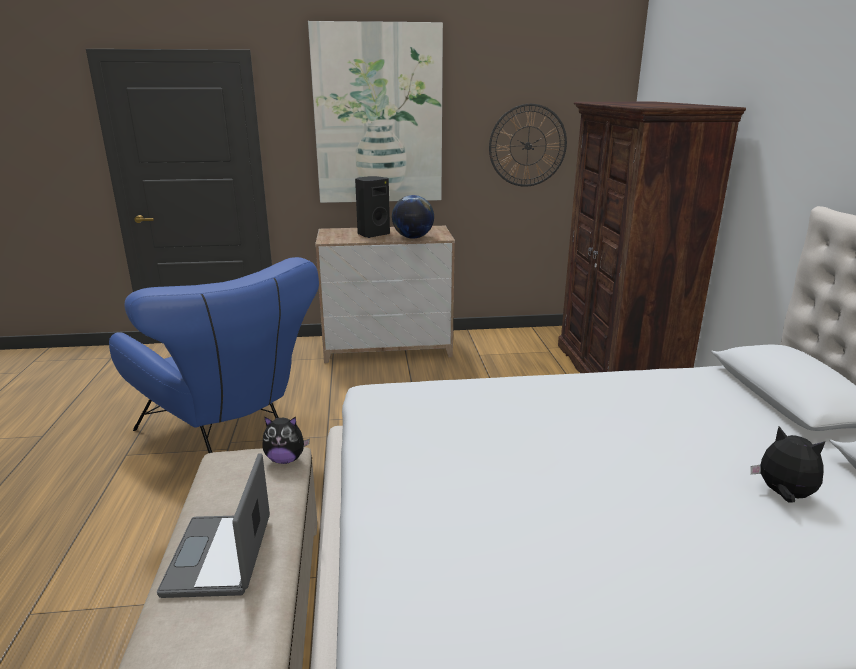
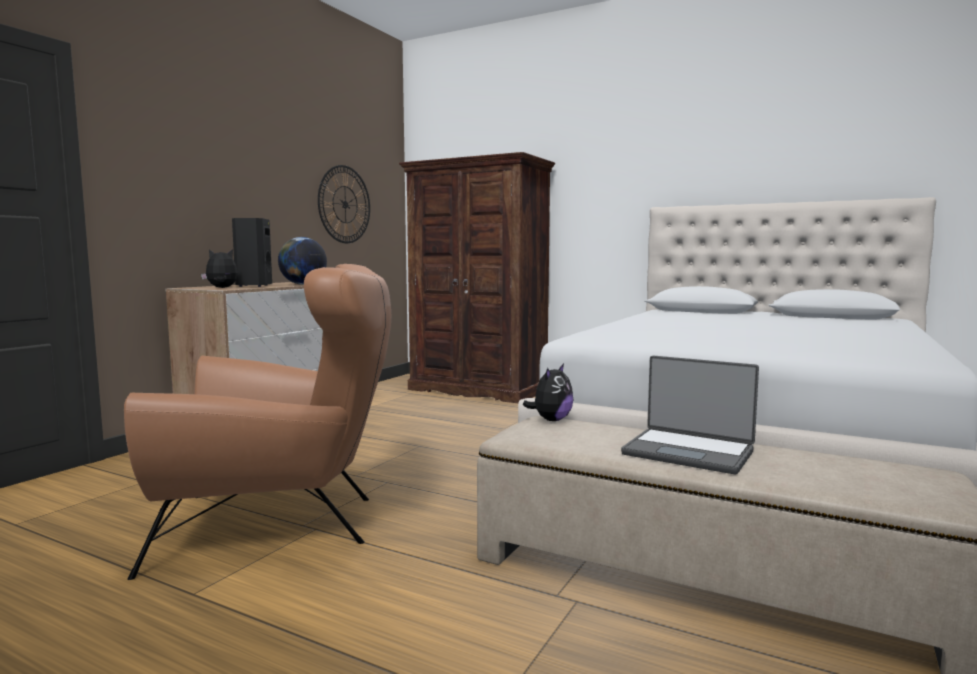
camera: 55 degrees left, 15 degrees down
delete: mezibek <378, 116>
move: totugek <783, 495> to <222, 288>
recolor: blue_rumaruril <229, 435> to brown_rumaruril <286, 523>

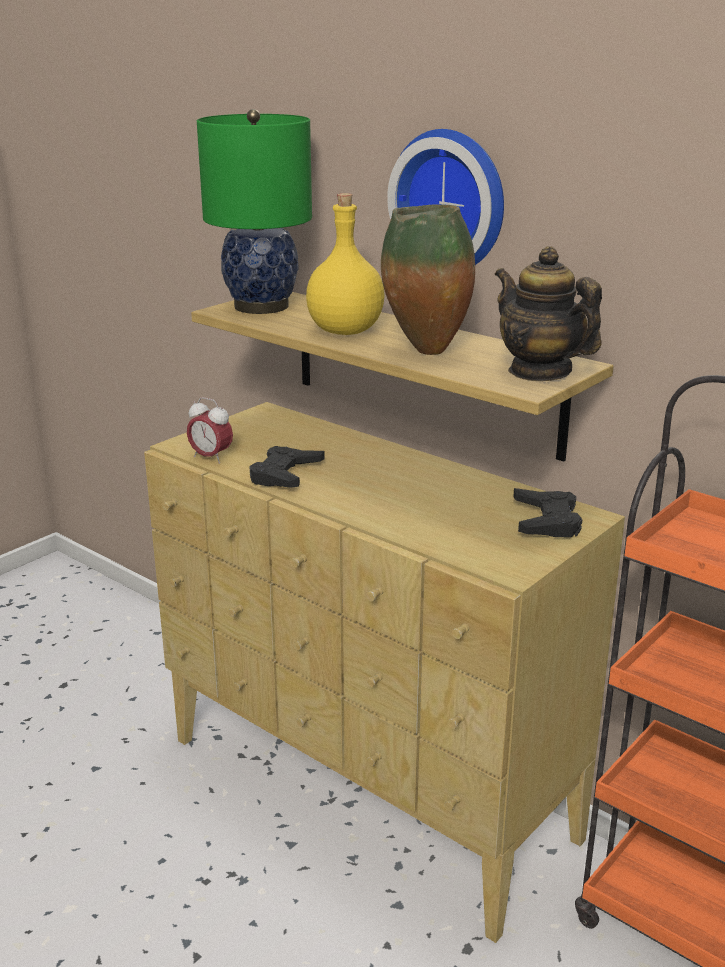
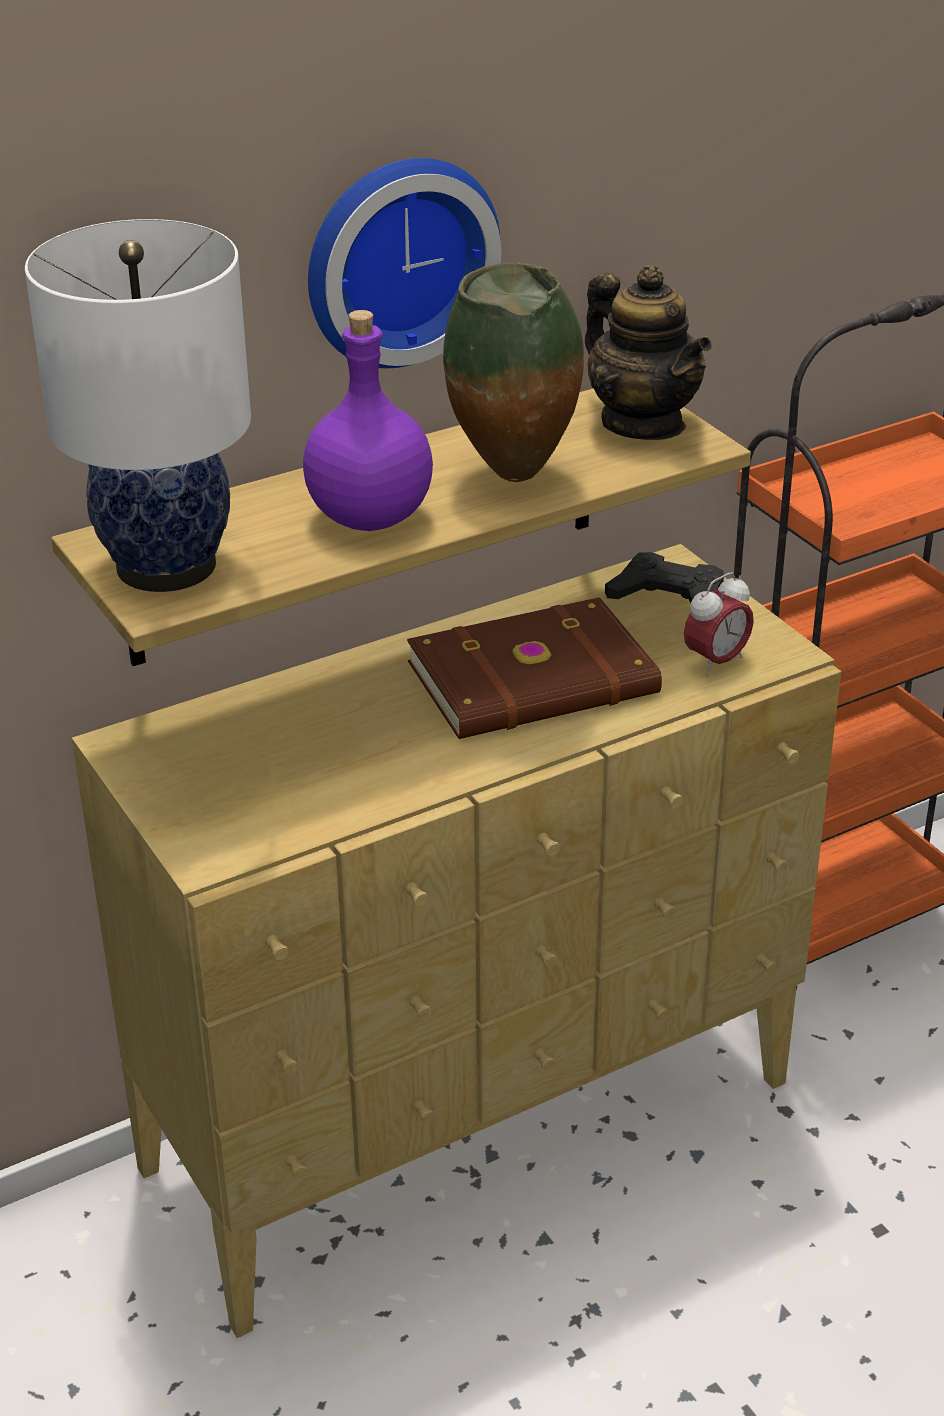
camera: 70 degrees left, 10 degrees up
delete: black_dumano <285, 474>
insert: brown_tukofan <535, 681>
move: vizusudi <211, 458> to <716, 662>
recolor: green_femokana <260, 306> to white_femokana <165, 566>; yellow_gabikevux <346, 331> to purple_gabikevux <369, 516>
rotate: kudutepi <540, 372> = <643, 423> 105 degrees counterclockwise

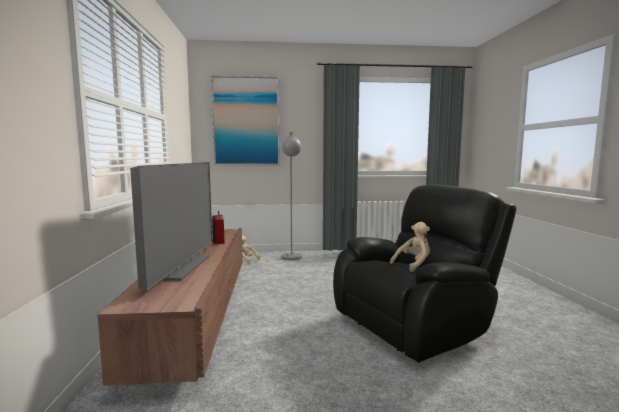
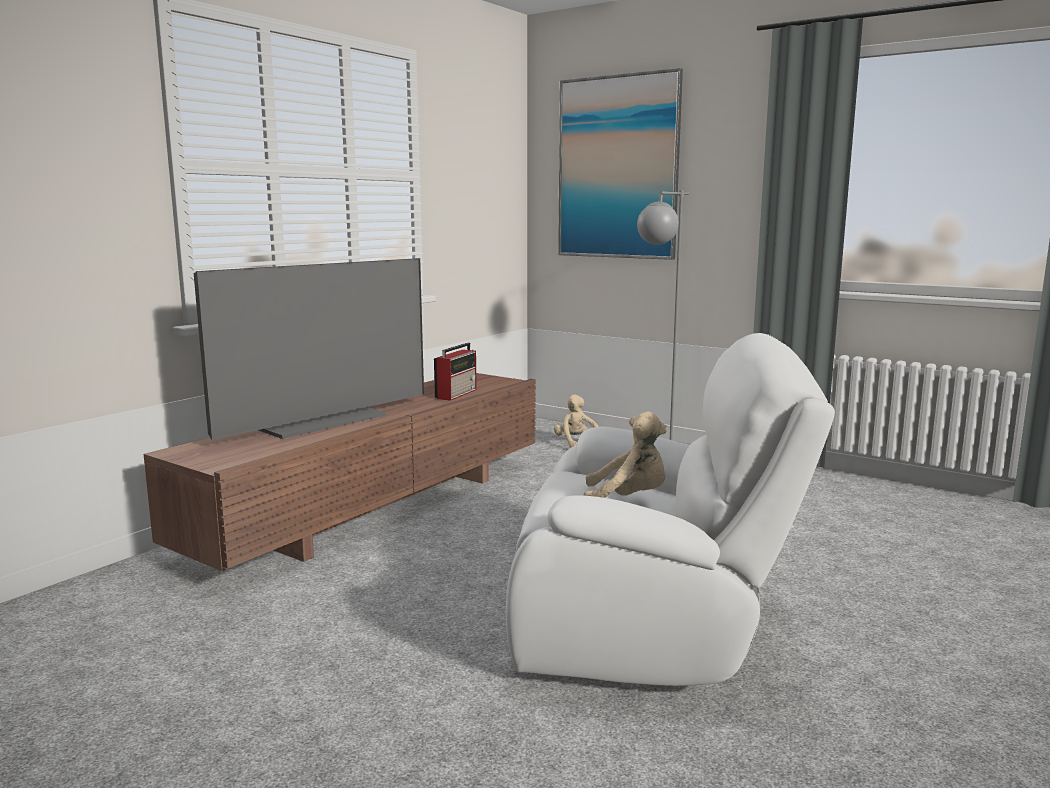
camera: 40 degrees right, 5 degrees up
recolor: black_rumaruril <414, 324> to white_rumaruril <653, 627>

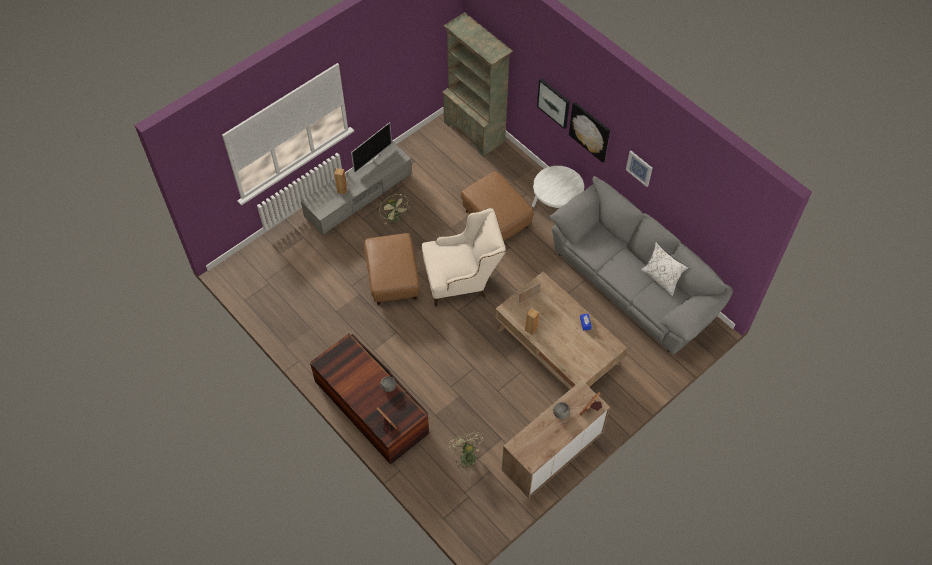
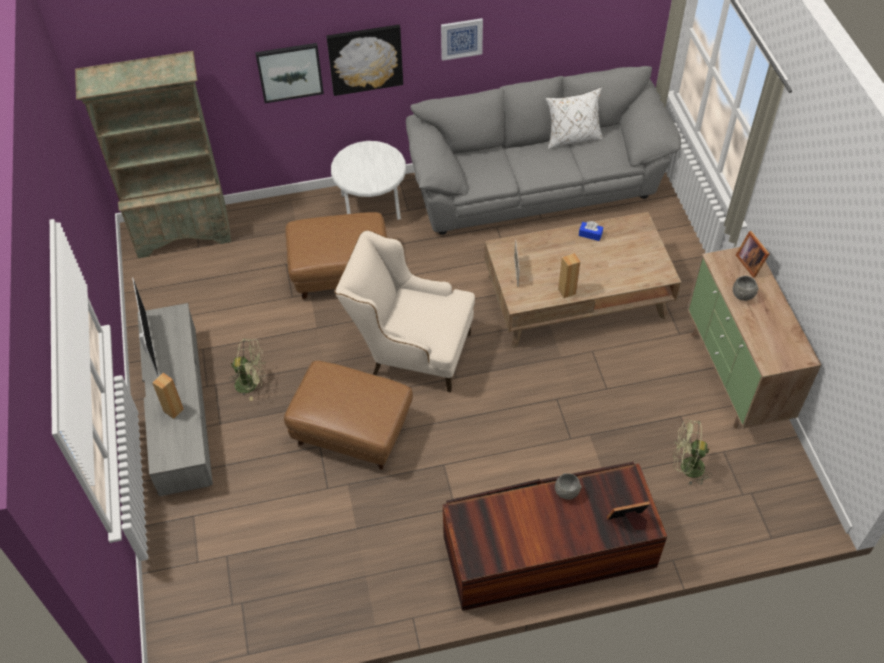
camera: 60 degrees left, 5 degrees down
rotate: beige_rumaruril <462, 280> = <411, 350> 90 degrees counterclockwise

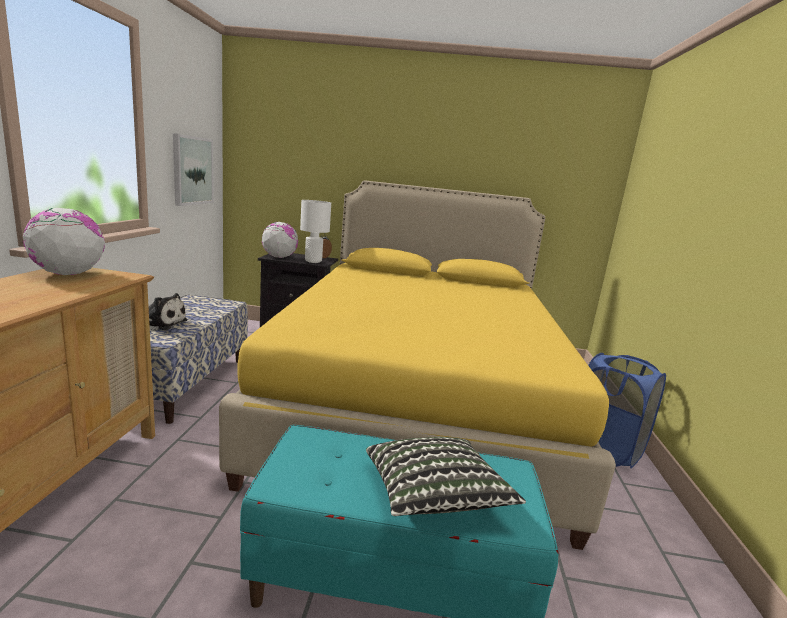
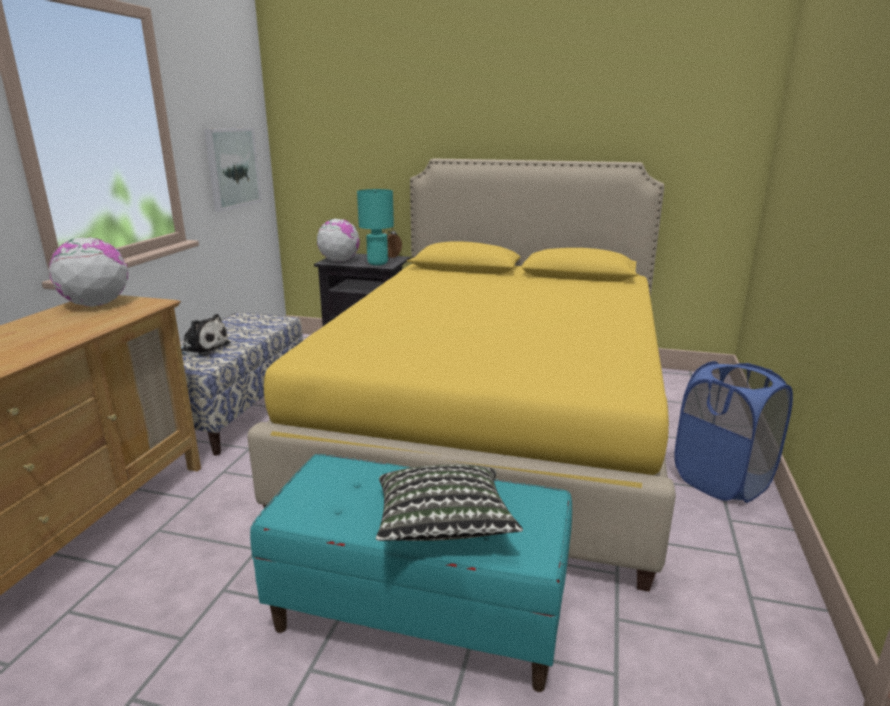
camera: 10 degrees right, 5 degrees up
recolor: white_femokana <313, 262> to turquoise_femokana <378, 264>

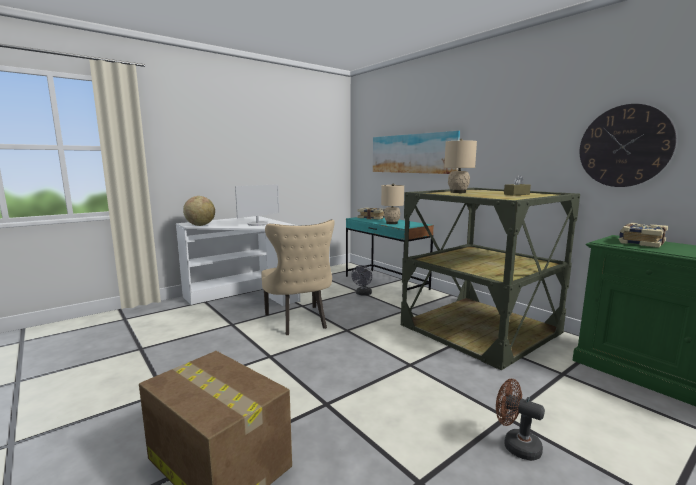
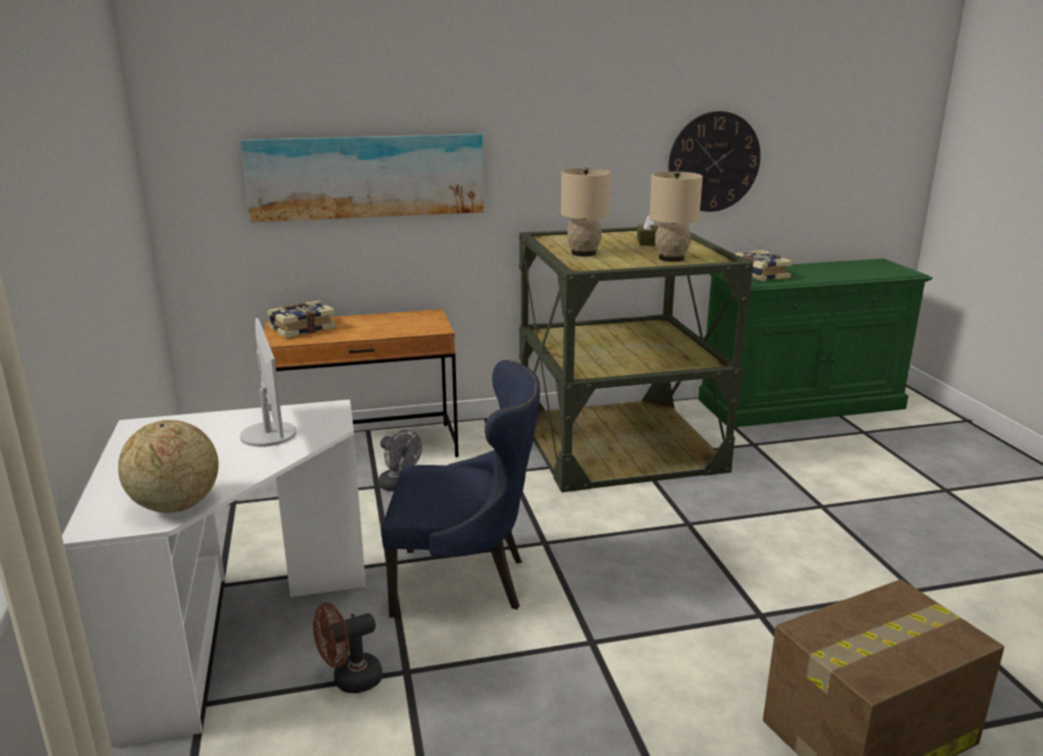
camera: 65 degrees left, 10 degrees up
move: beige_femokana <391, 223> to <671, 258>; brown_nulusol <515, 445> to <350, 680>
recolor: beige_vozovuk <299, 321> to blue_vozovuk <465, 582>; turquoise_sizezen <386, 283> to brown_sizezen <367, 449>

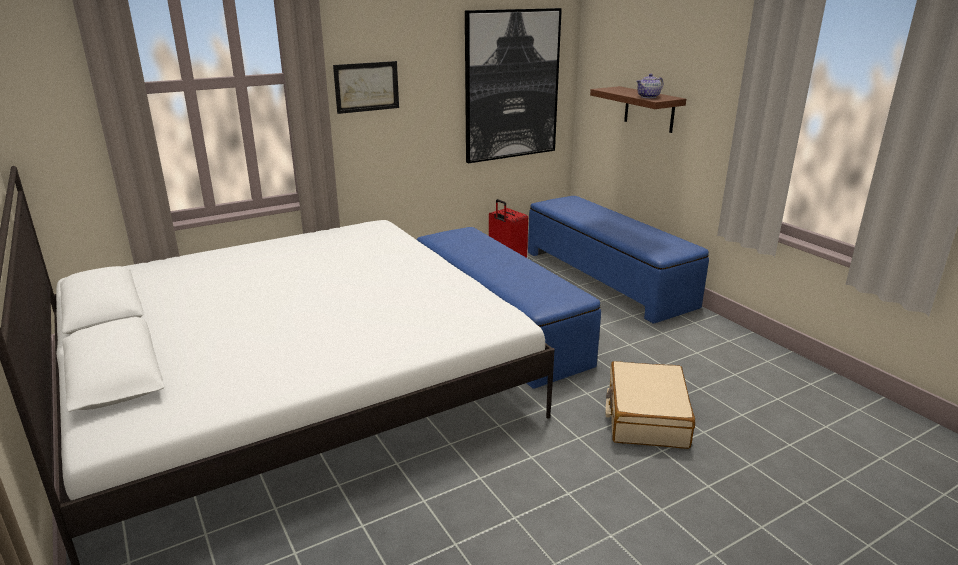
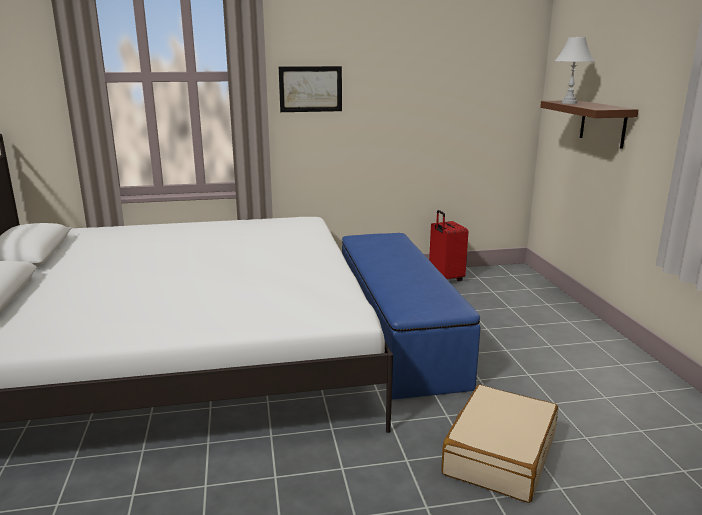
camera: 20 degrees right, 5 degrees down
delete: mezibek <511, 85>; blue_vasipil <607, 278>; kudutepi <648, 97>
insert: white_femokana <569, 103>

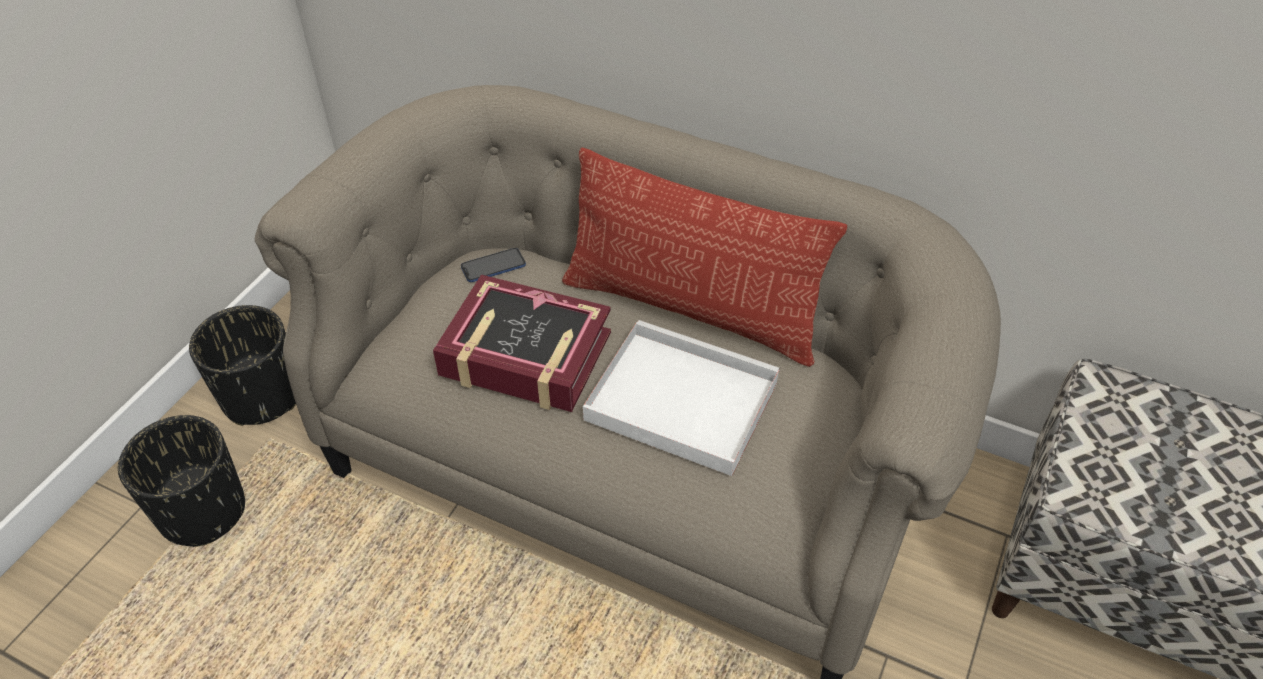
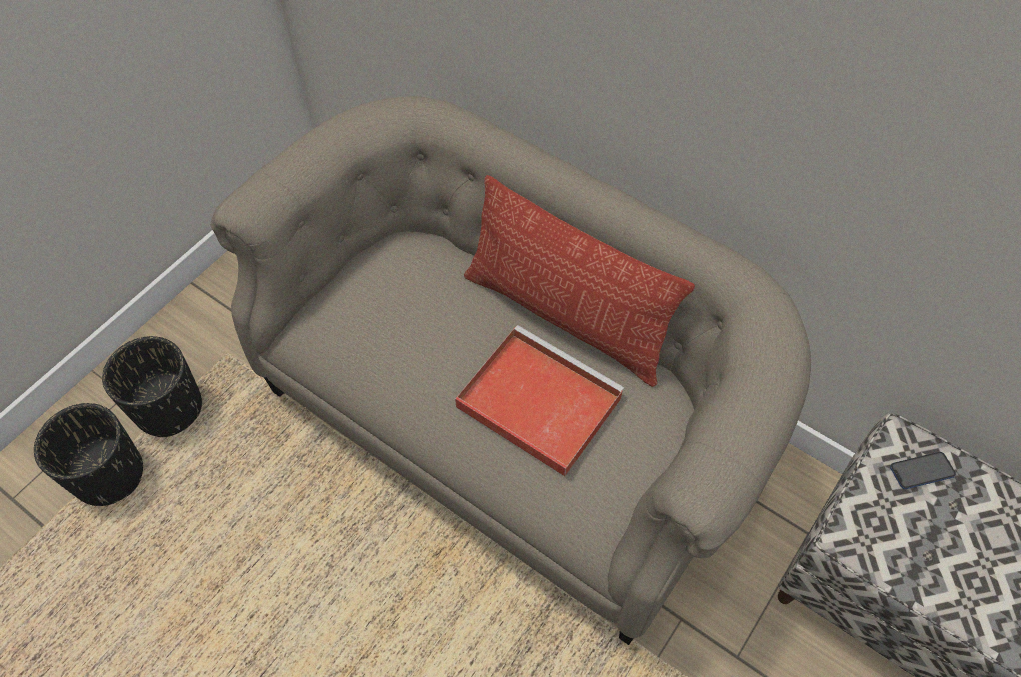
camera: 10 degrees right, 10 degrees up
delete: tukofan <525, 355>
move: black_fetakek <262, 396> to <110, 474>; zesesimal <493, 266> to <921, 471>
recolor: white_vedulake <677, 401> to red_vedulake <536, 401>

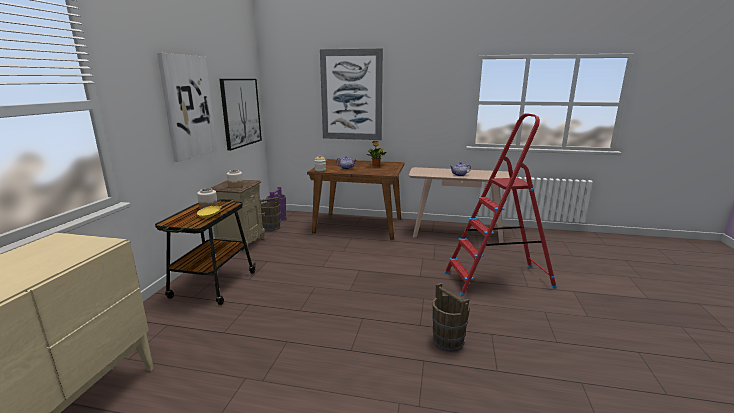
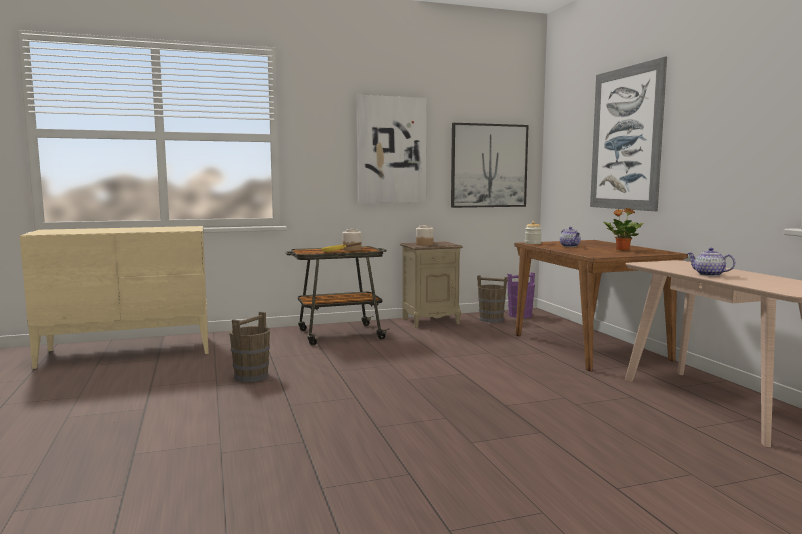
camera: 60 degrees right, 10 degrees down
delete: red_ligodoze <497, 280>
move: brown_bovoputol <448, 341> to <251, 376>

